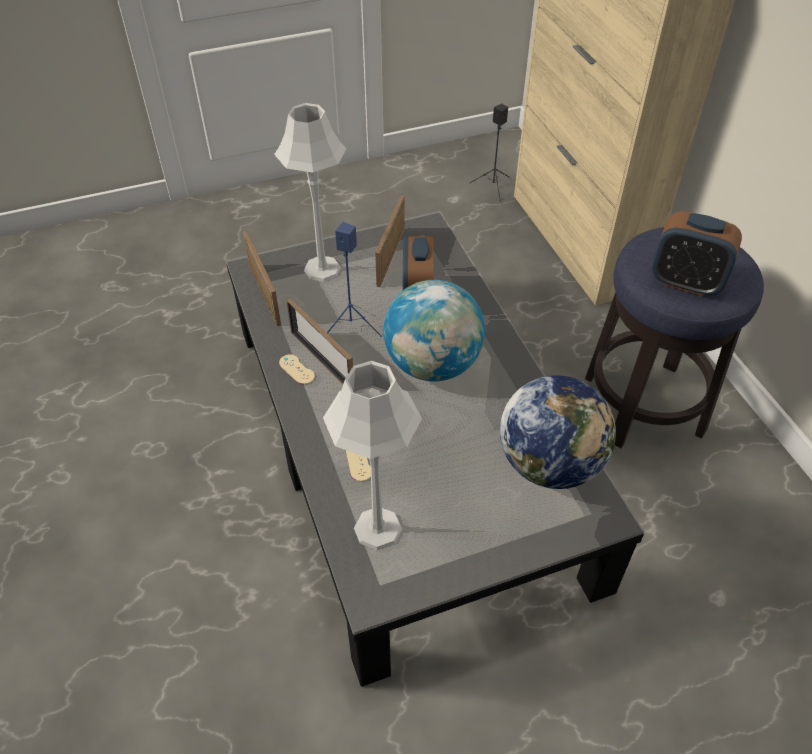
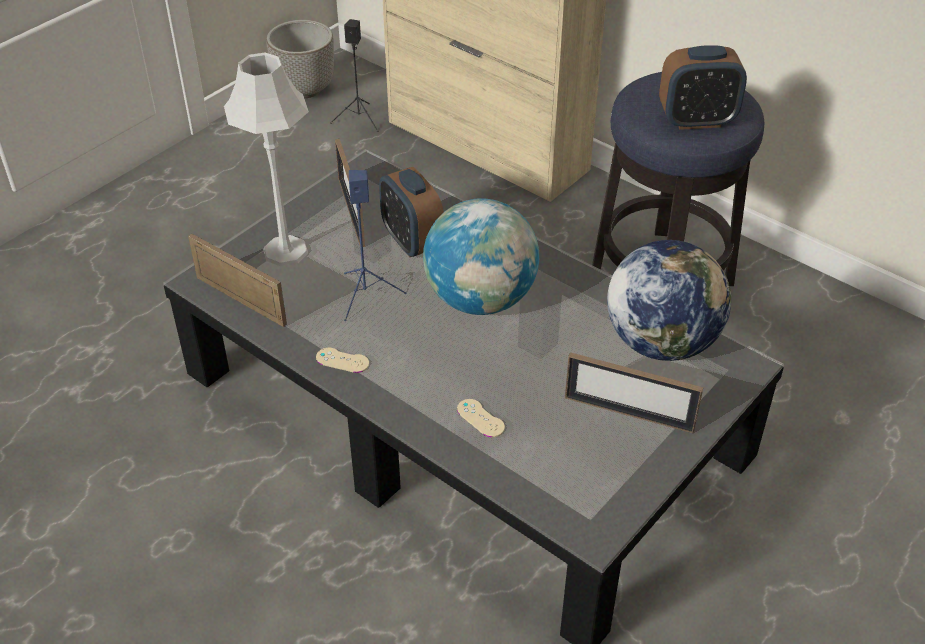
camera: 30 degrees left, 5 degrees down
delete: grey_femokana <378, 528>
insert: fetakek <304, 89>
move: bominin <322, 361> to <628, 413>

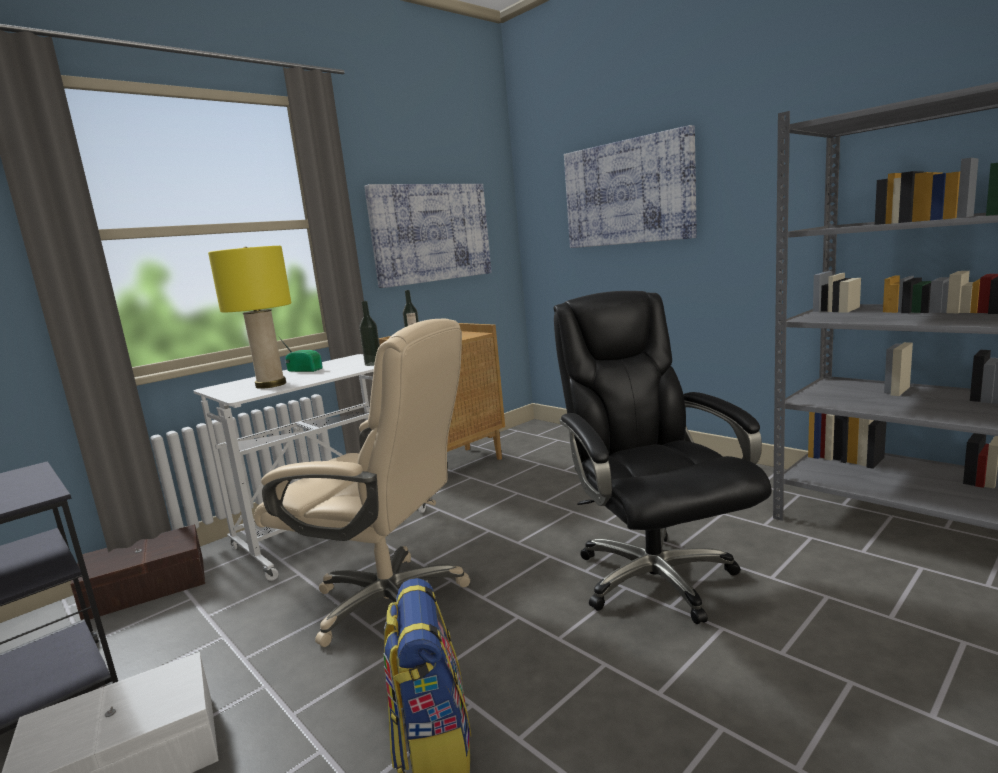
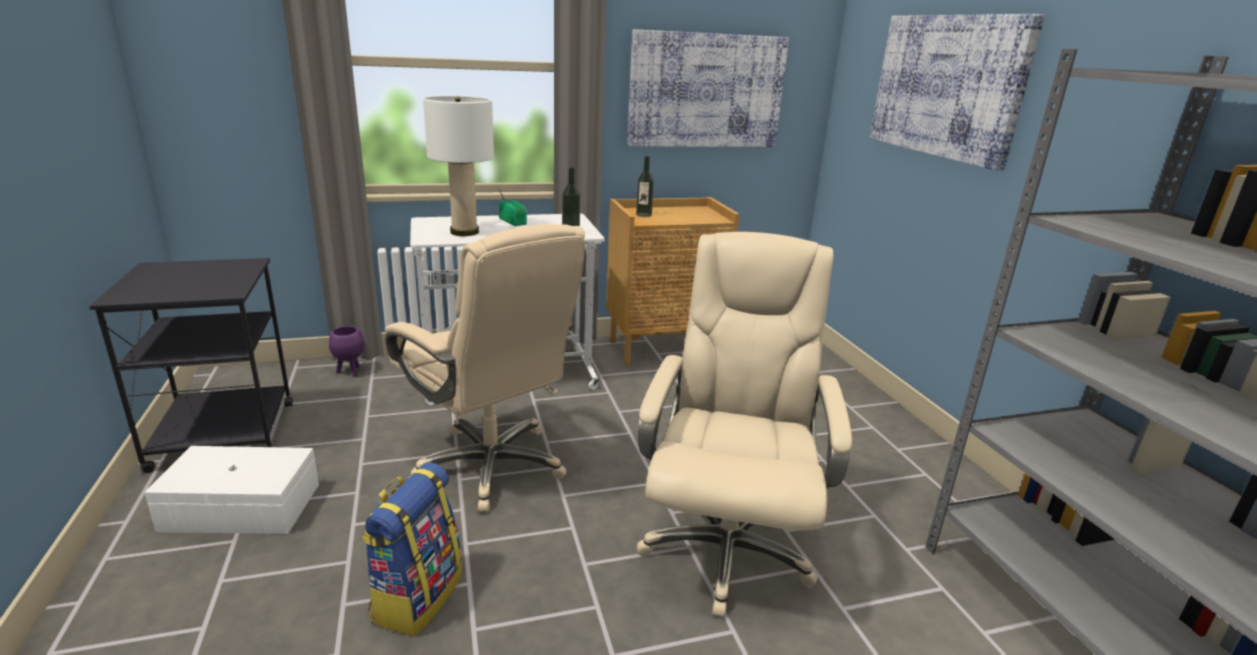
camera: 25 degrees right, 10 degrees up
replace: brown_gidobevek <146, 586> to purple_fetakek <350, 372>
recolor: yellow_femokana <271, 384> to white_femokana <465, 232>; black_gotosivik <656, 579> to beige_gotosivik <726, 553>

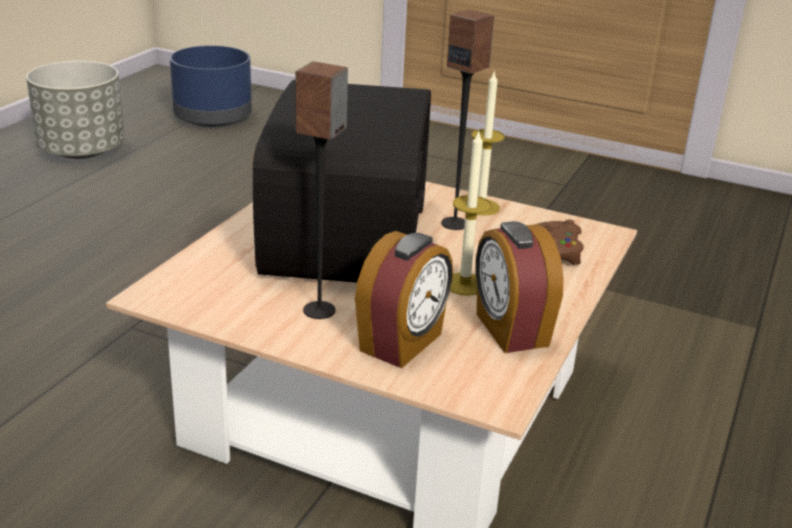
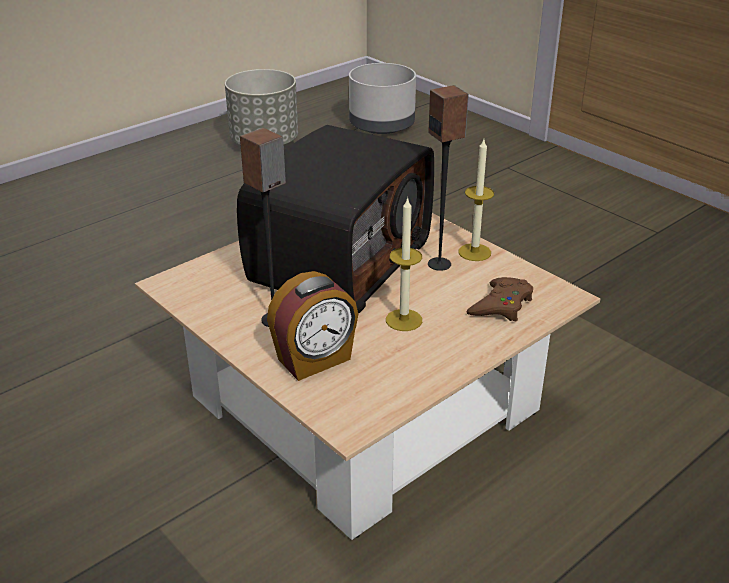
camera: 25 degrees right, 5 degrees up
delete: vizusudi <510, 330>
recolor: blue_fetakek <212, 117> to grey_fetakek <381, 125>

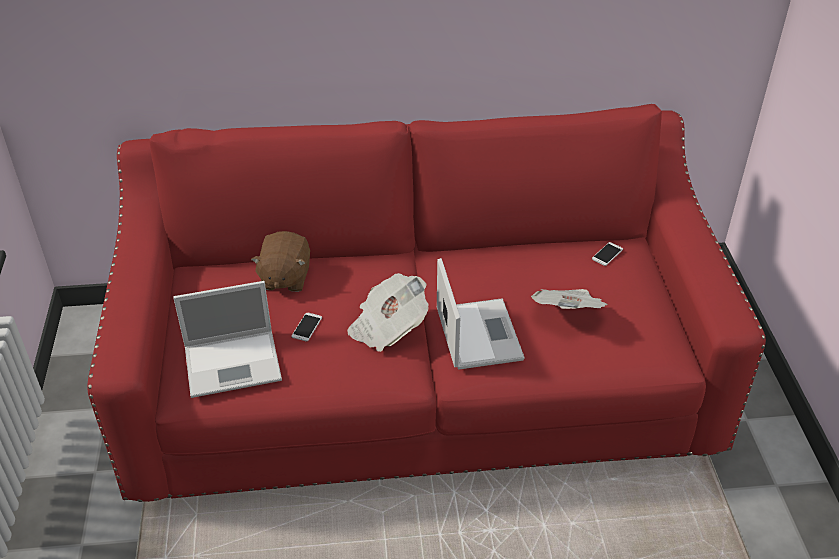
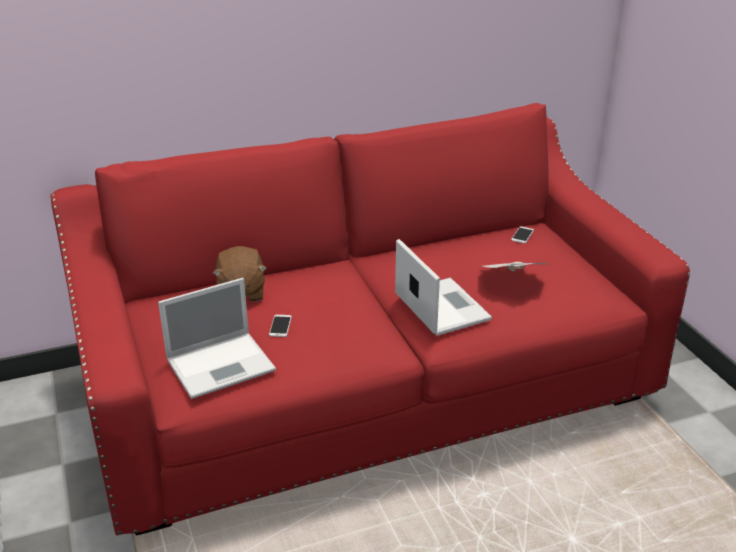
camera: 15 degrees left, 10 degrees down
delete: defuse <387, 327>

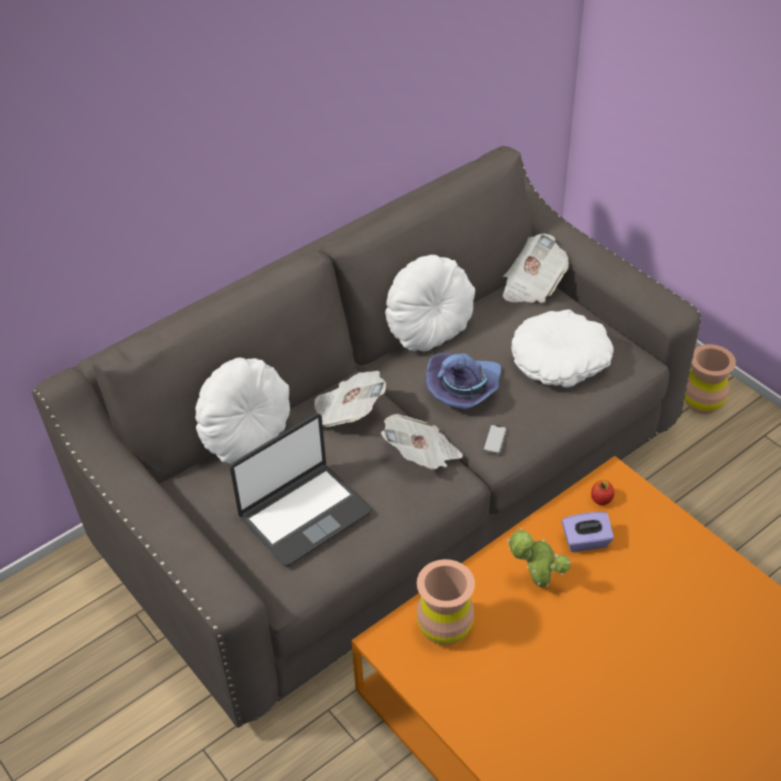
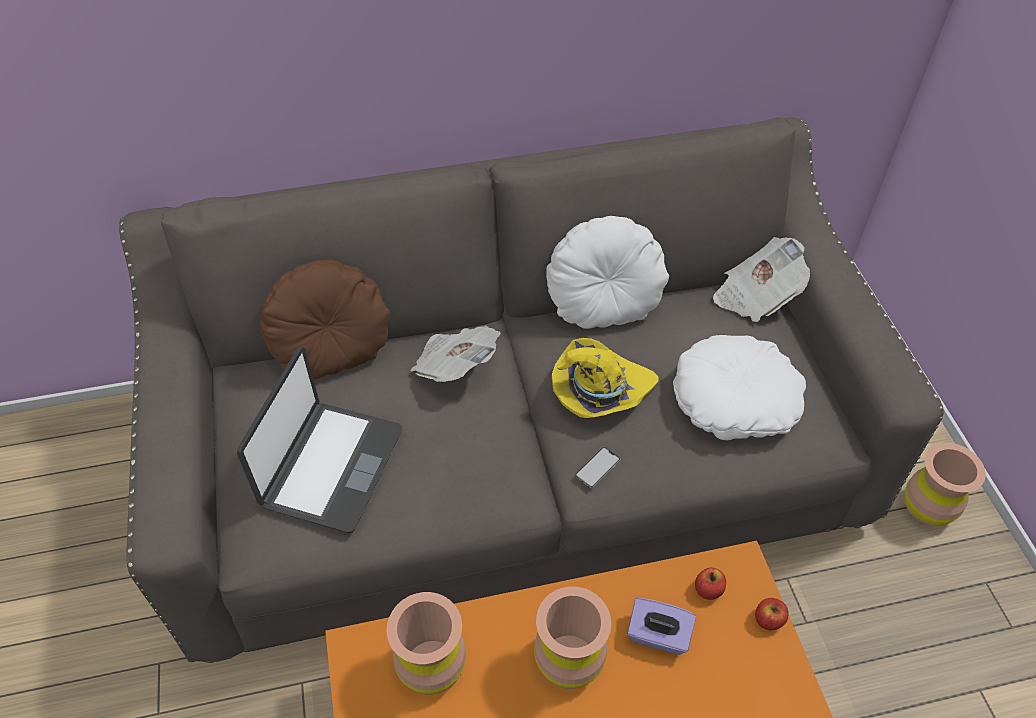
camera: 25 degrees right, 5 degrees up
delete: defuse <422, 456>
insert: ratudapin <768, 619>
replace: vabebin <536, 583> to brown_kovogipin <569, 661>
recolor: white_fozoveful <248, 441> to brown_fozoveful <334, 356>; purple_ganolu <464, 389> to yellow_ganolu <600, 391>
rotate: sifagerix <304, 514> = <331, 467> 60 degrees counterclockwise

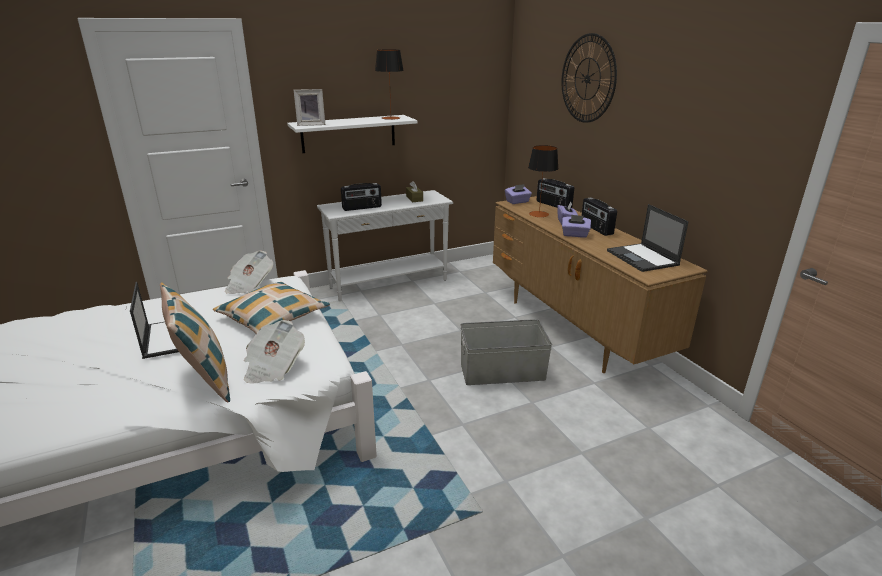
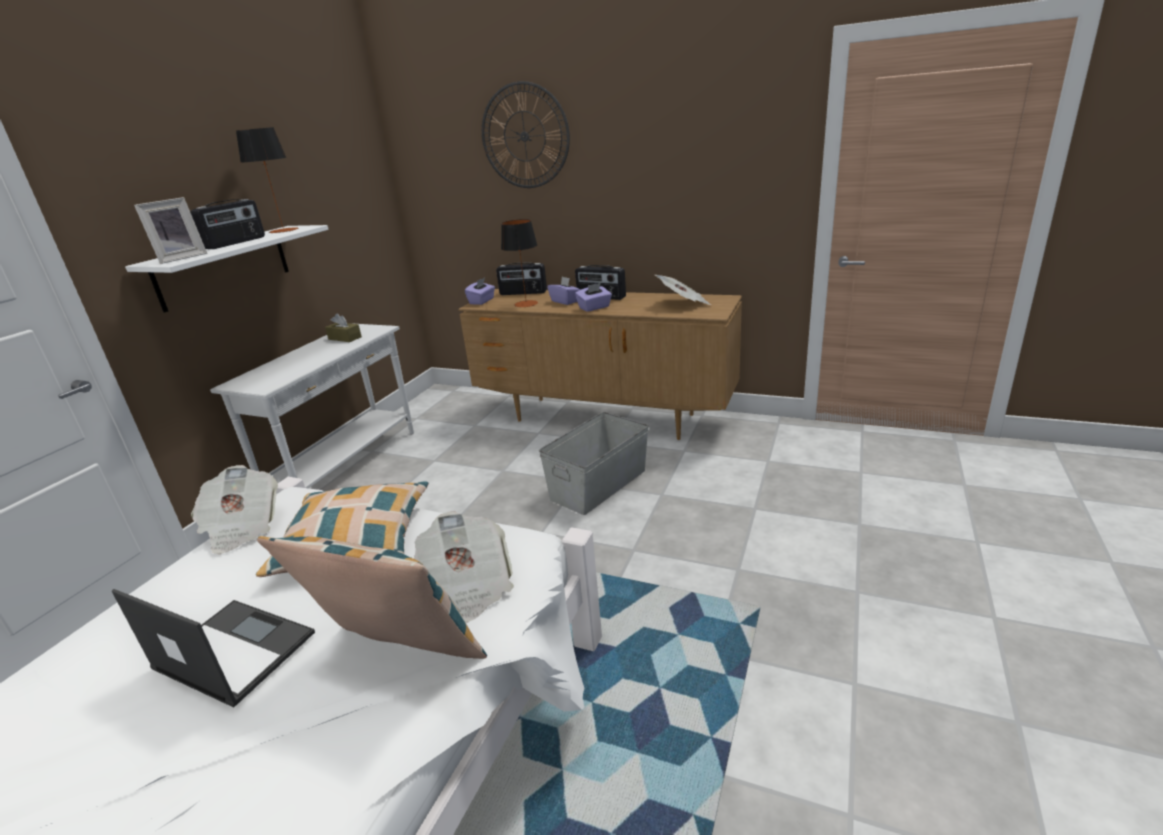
camera: 40 degrees left, 0 degrees up
move: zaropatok <362, 208> to <235, 243>
replace: sifagerix <643, 258> to defuse <683, 304>

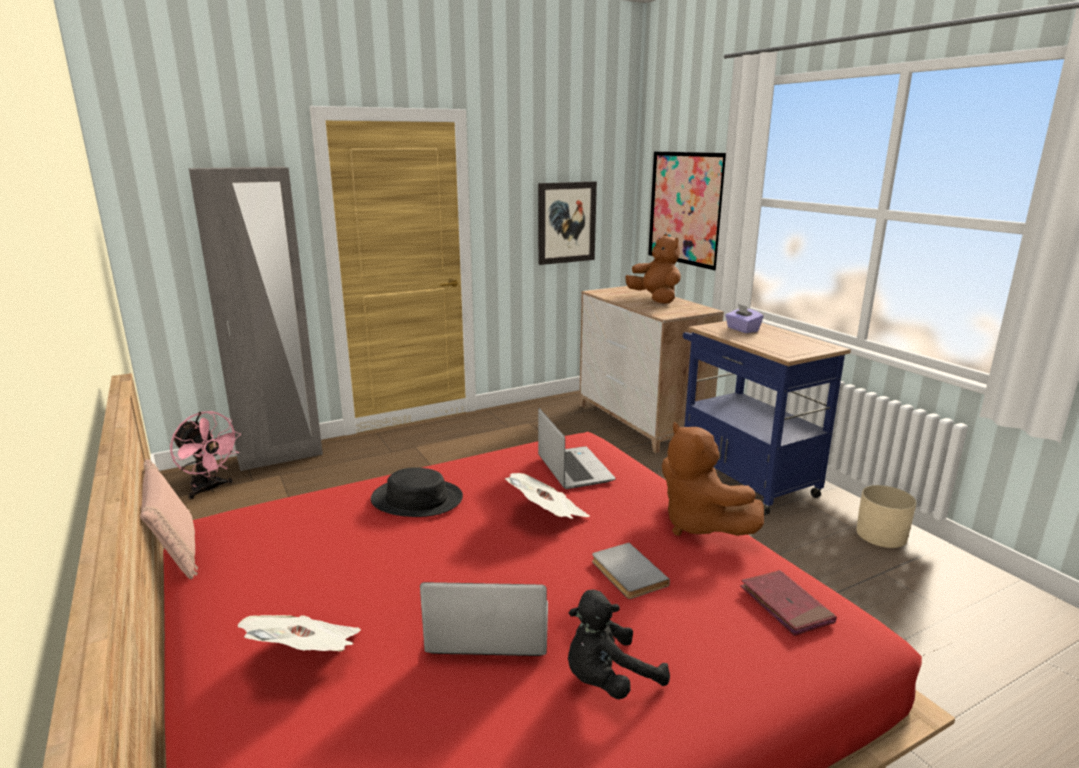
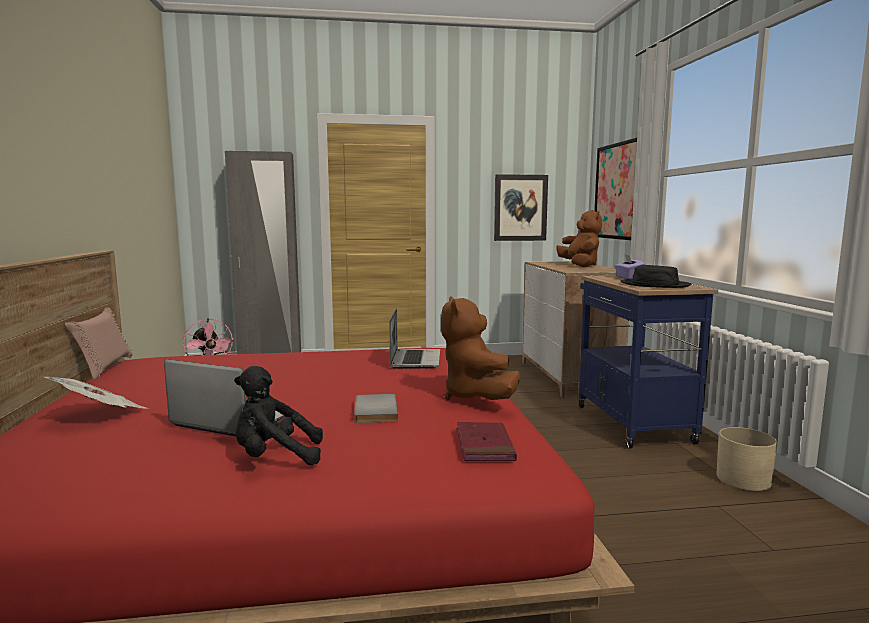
camera: 20 degrees right, 10 degrees down
delete: defuse <548, 516>
move: black_ganolu <417, 499> to <655, 285>

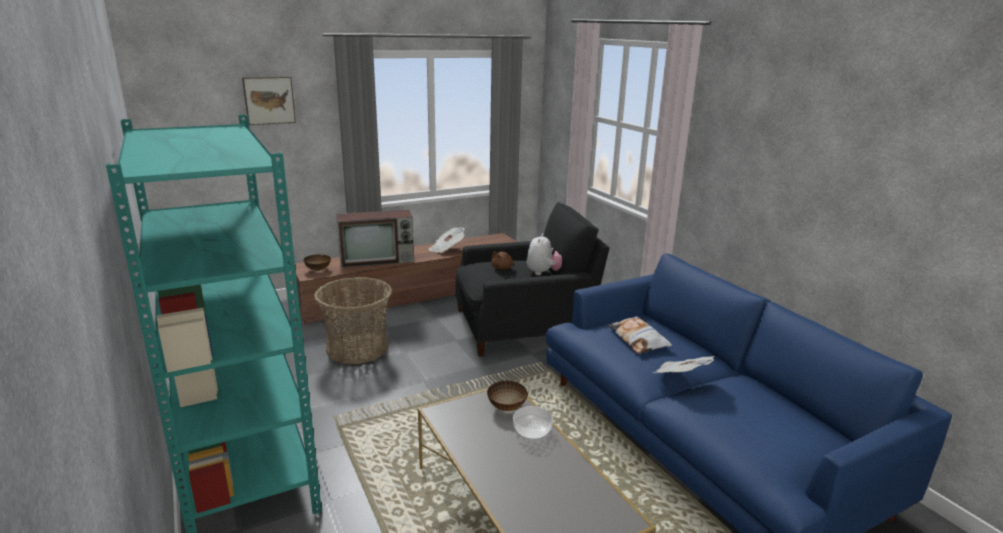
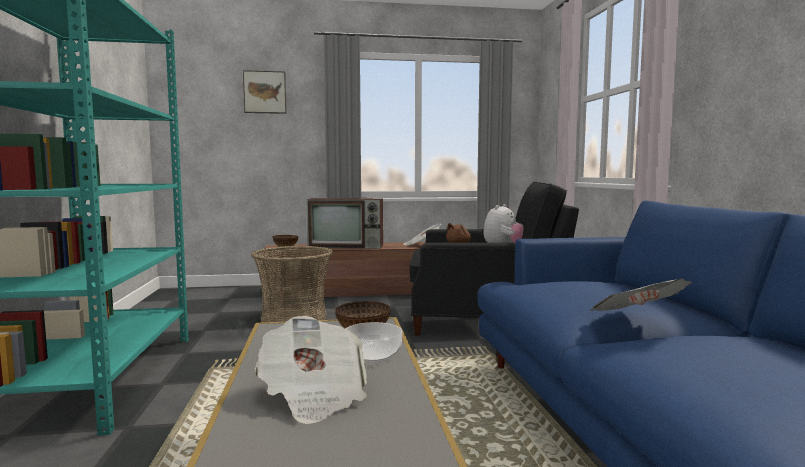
camera: 20 degrees right, 15 degrees down
delete: fozoveful <638, 339>
insert: defuse <313, 396>

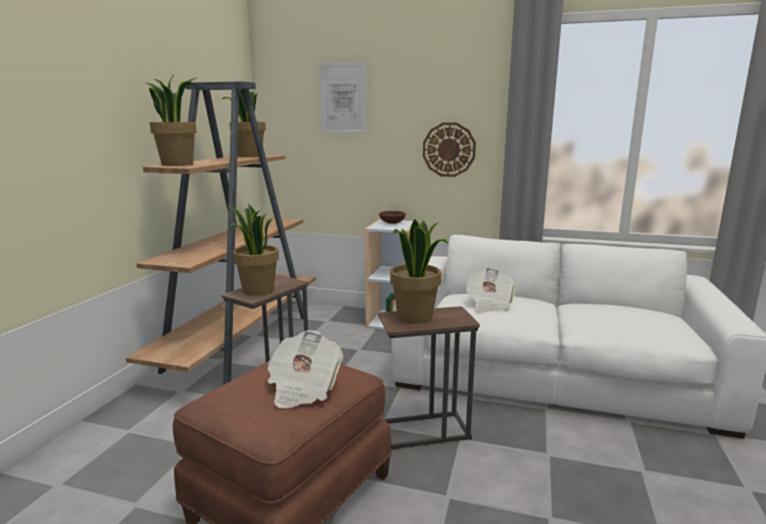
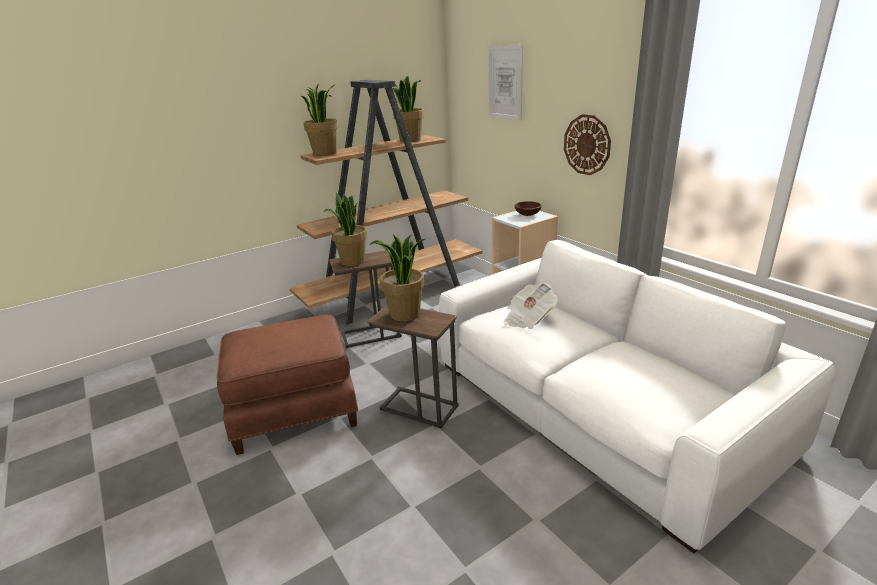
camera: 40 degrees right, 10 degrees up
delete: defuse <303, 388>

